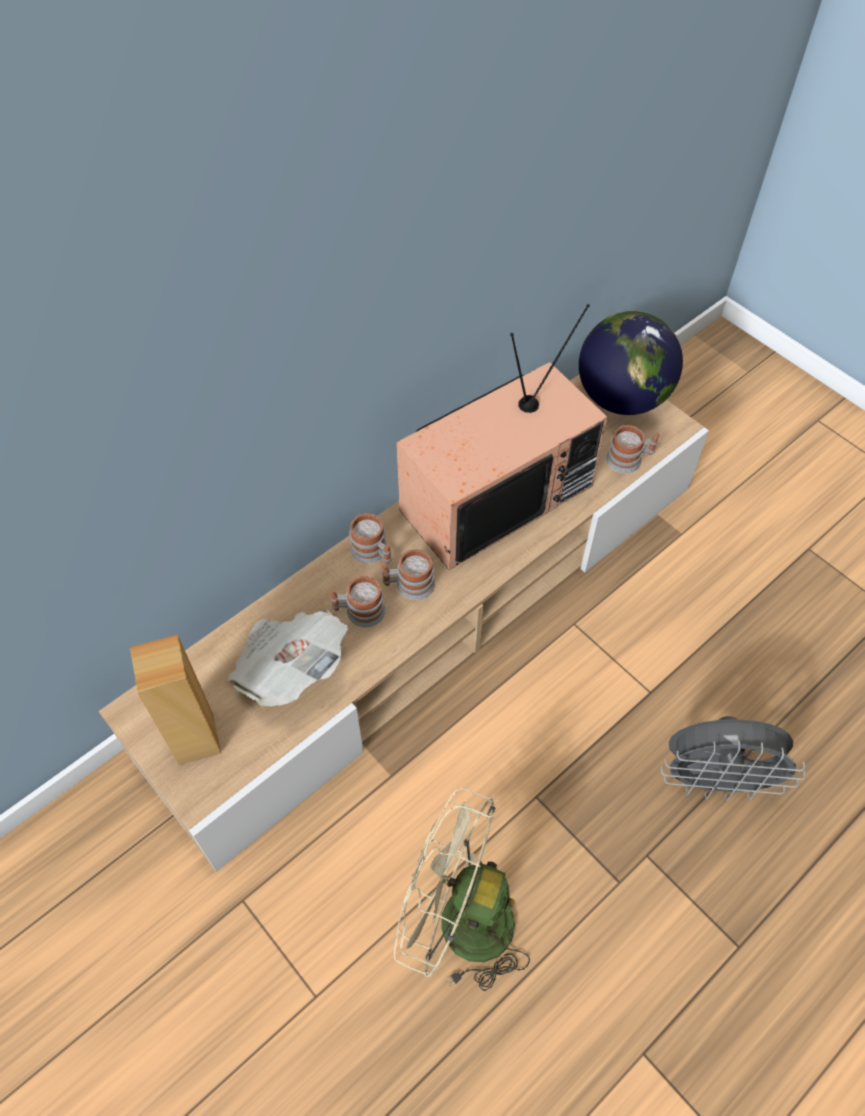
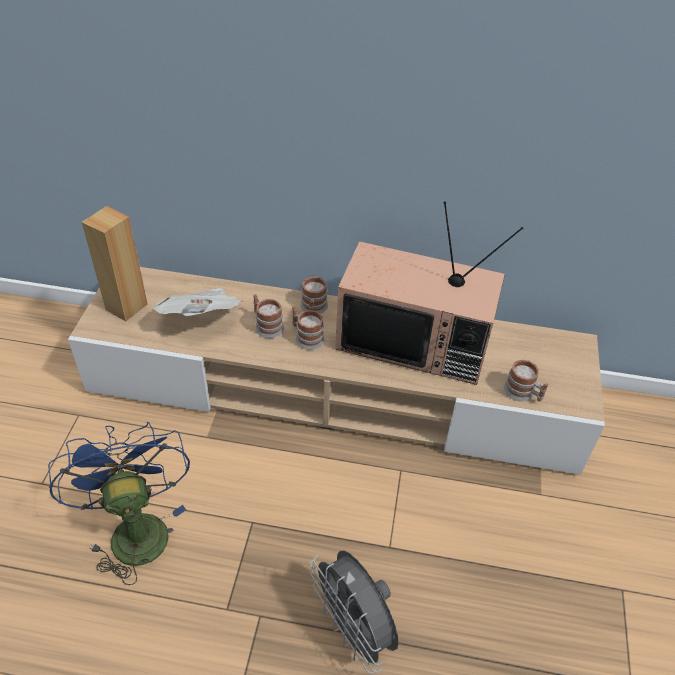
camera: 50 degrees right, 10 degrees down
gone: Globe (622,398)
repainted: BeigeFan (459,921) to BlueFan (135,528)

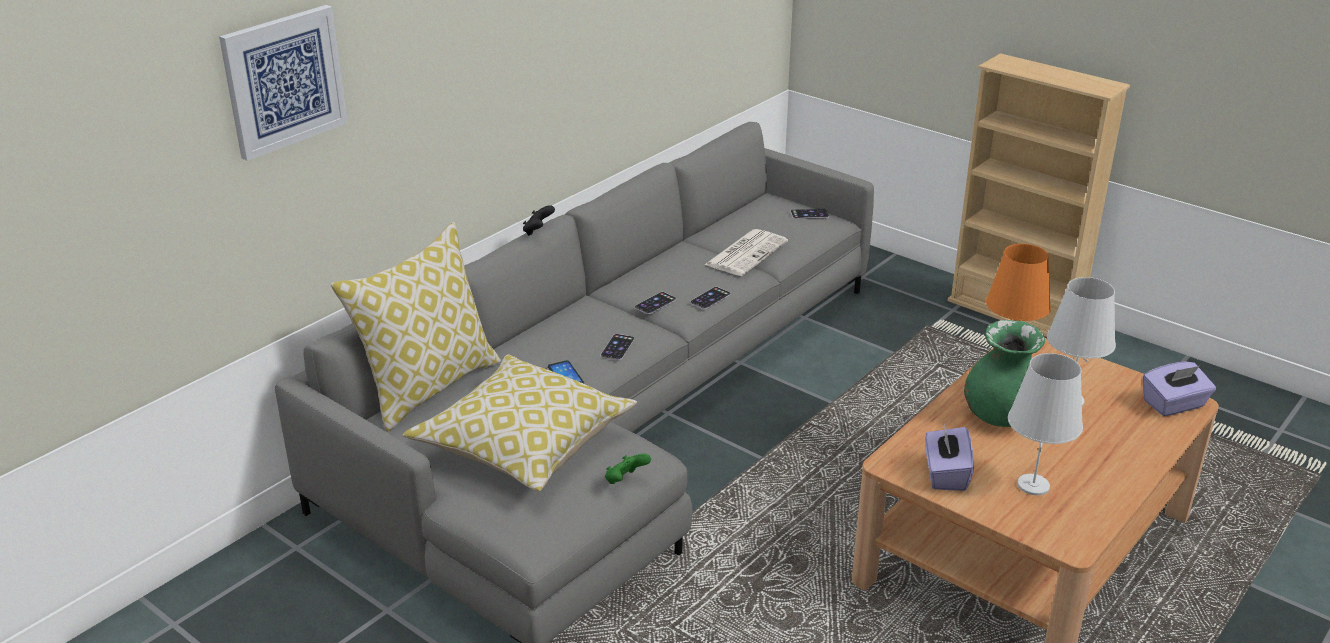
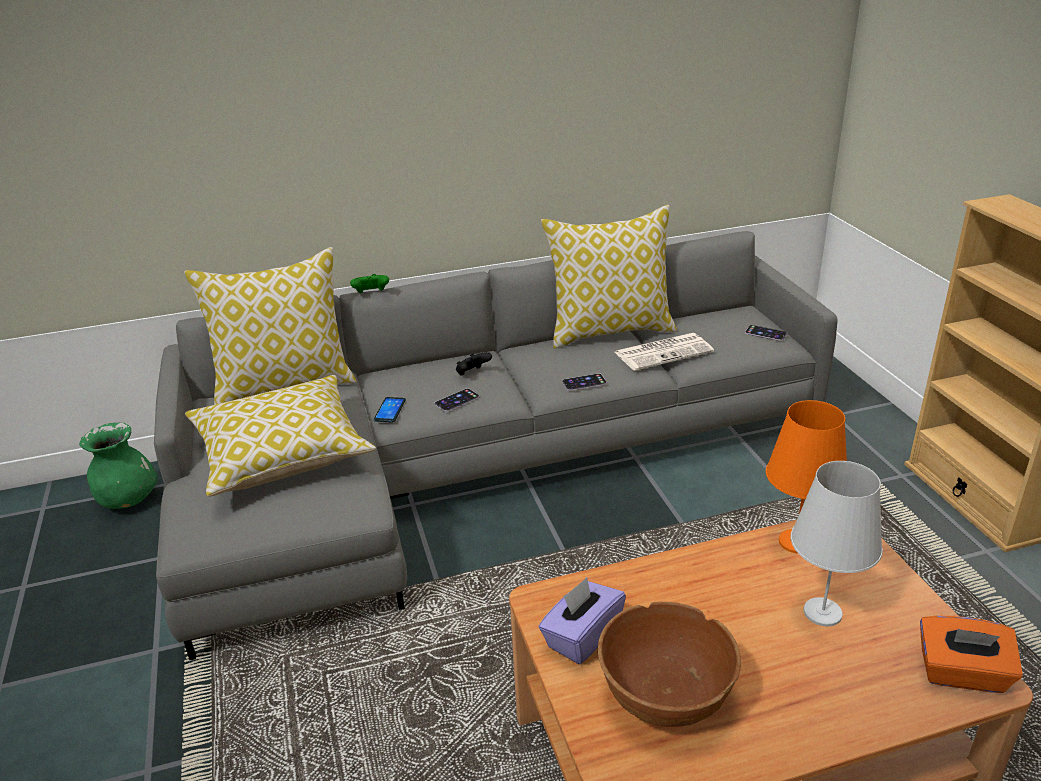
camera: 35 degrees right, 0 degrees up
gone: Picture (284,81); Phone (655,303)
new: Pillow (610,330)
shifted: BlackGameController (538,231) to (472,373); GreenGameController (625,480) to (371,294); GreenVase (1000,417) to (128,500)
swapped: WhiteTableLamp (1033,485) to BrownBowl (665,695)
repainted: PurpleTissueBox (1174,405) to OrangeTissueBox (962,674)

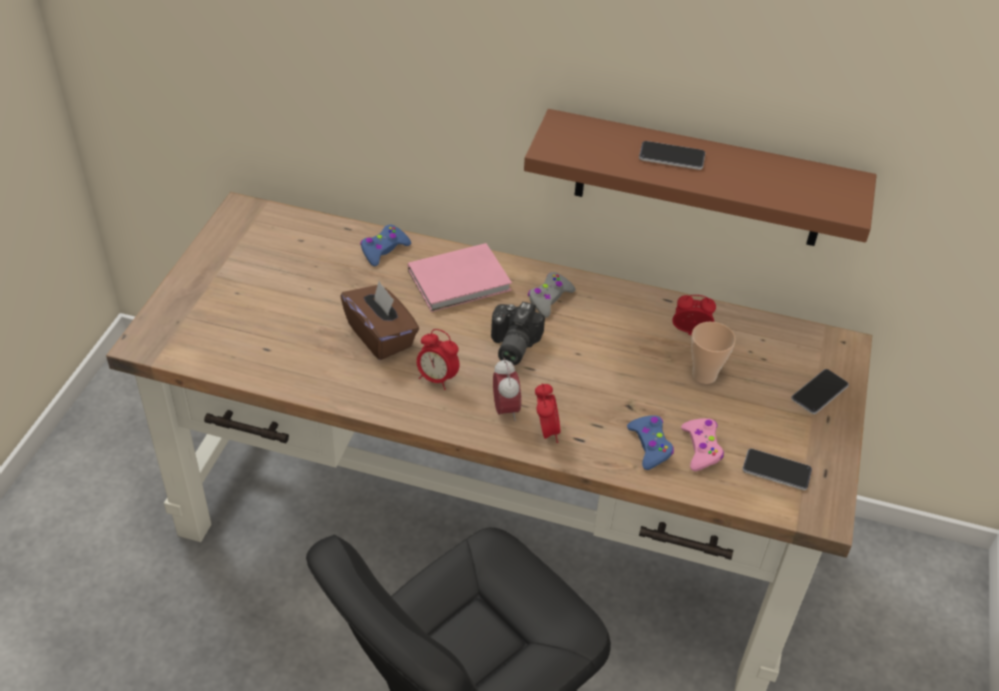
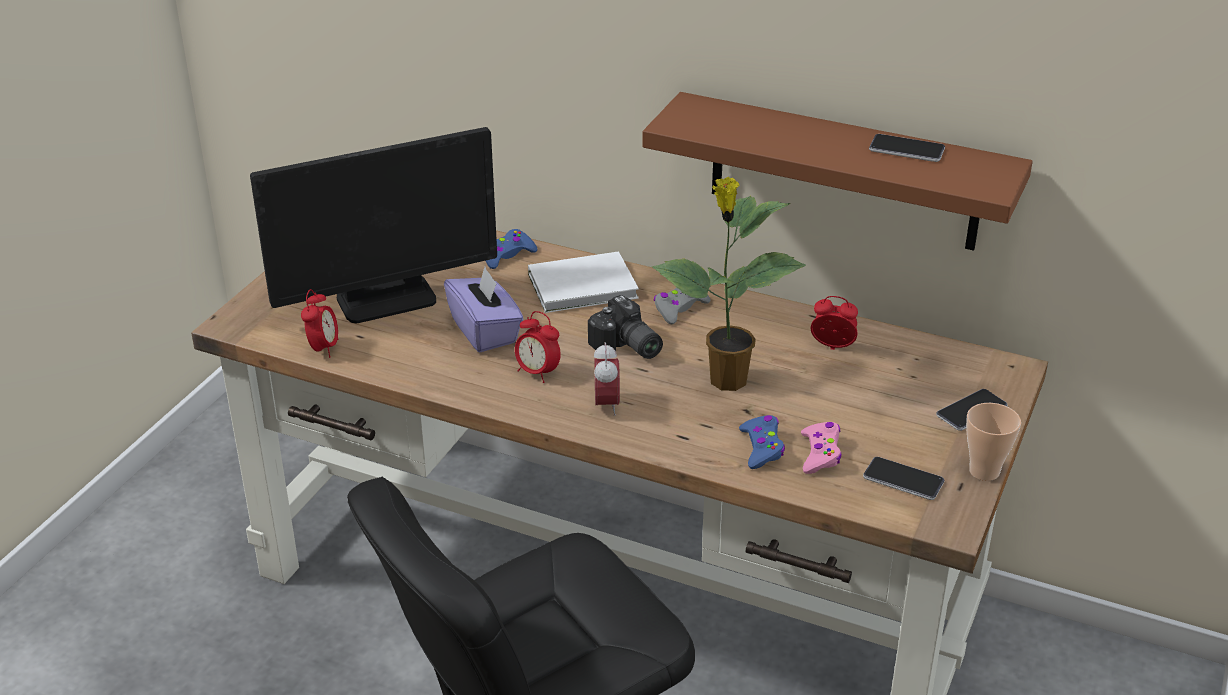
camera: 10 degrees right, 10 degrees down
new: Monitor (386,299); PottedPlant (726,381)
shifted: AlarmClock (546,431) to (323,348); Phone (671,156) to (906,149); Cup (704,375) to (984,471)
repainted: BrownTissueBox (381,336) to PurpleTissueBox (485,331); PinkBook (462,281) to WhiteBook (586,287)
rotated: PhotoCamera (511,345) = (626,348) 60 degrees counterclockwise

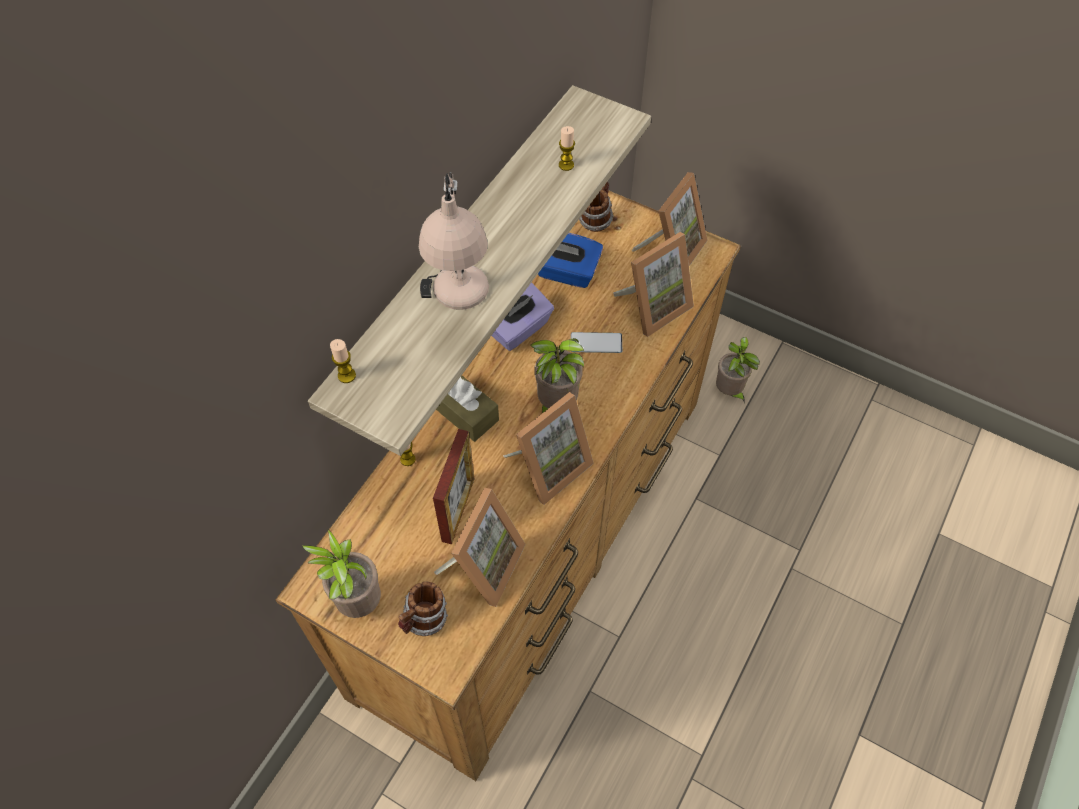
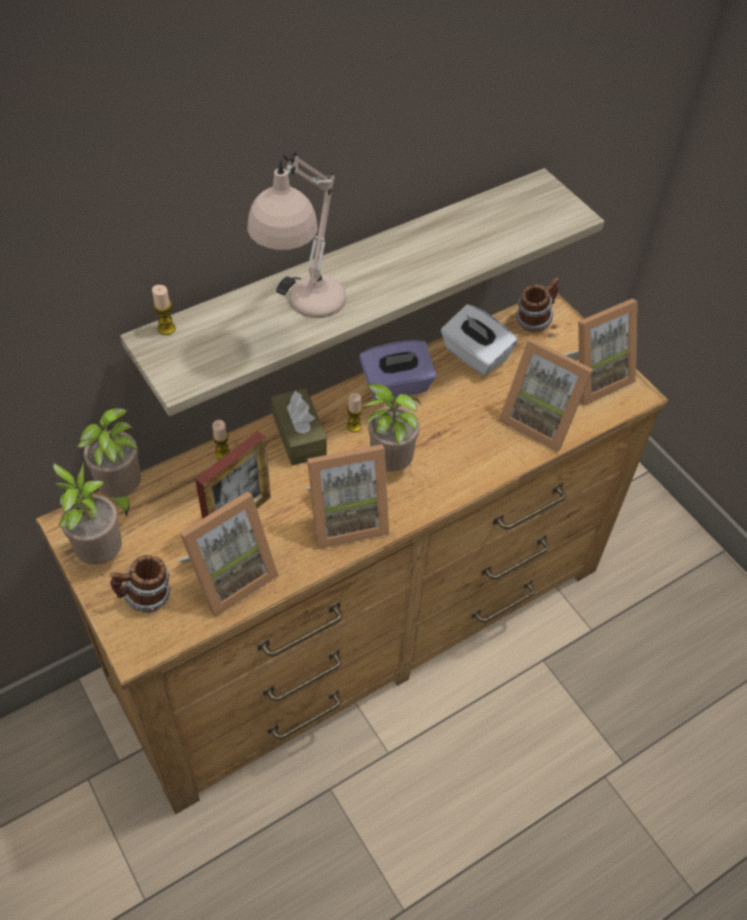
camera: 25 degrees right, 5 degrees down
gone: Phone (596,343)
shifted: Candle (566,165) to (354,426); PottedPlant (729,392) to (121,494)
repainted: BlueTissueBox (566,273) to WhiteTissueBox (474,355)
rotated: PictureFrame (653,306) = (540,419) 45 degrees clockwise

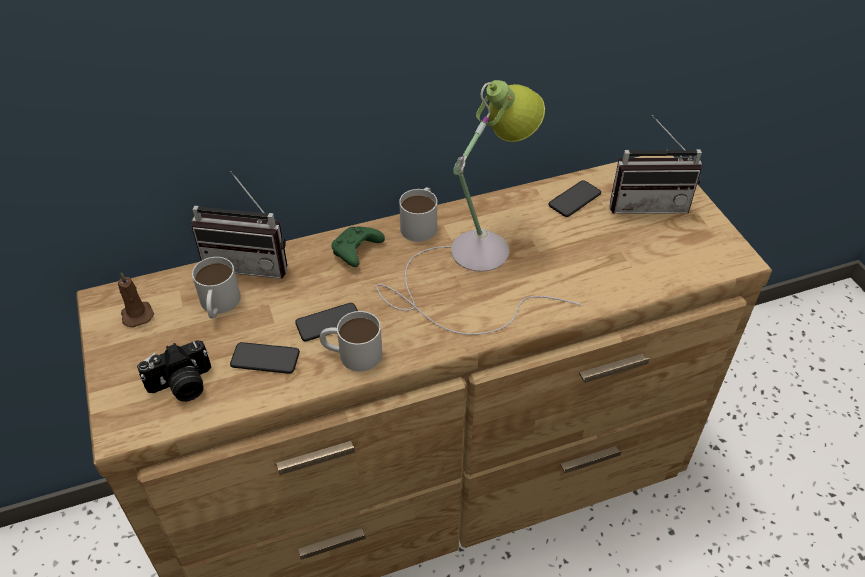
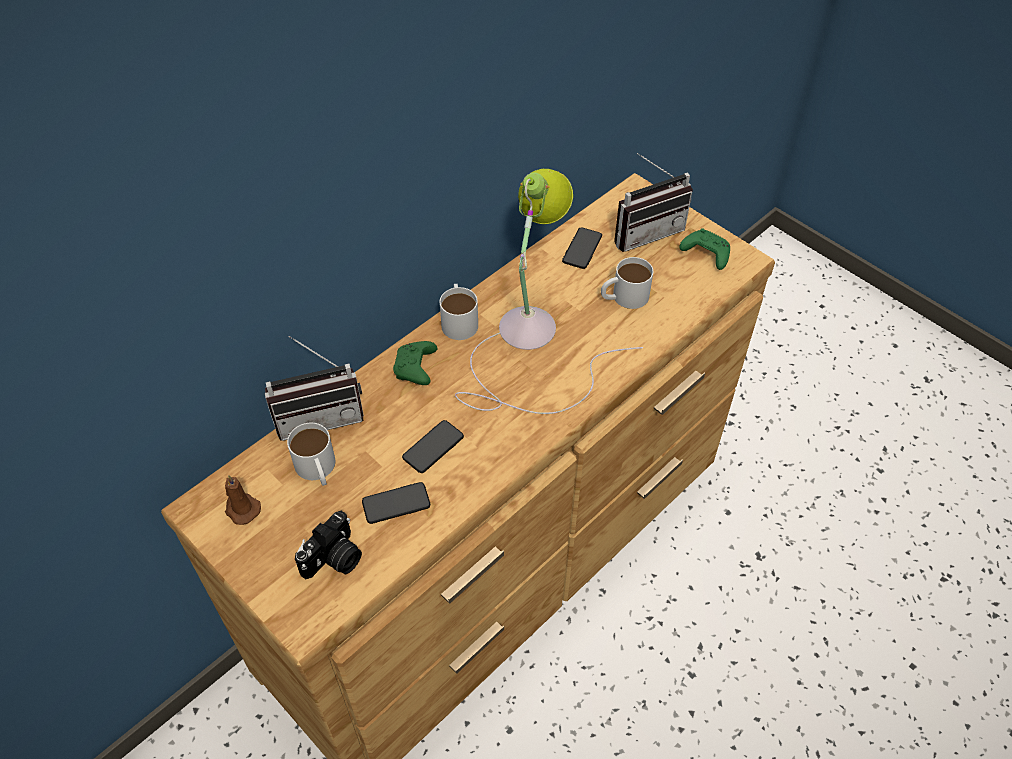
camera: 25 degrees left, 5 degrees up
new: GreenGameController (705,254)
shifted: WhiteMug (352,353) to (623,297)

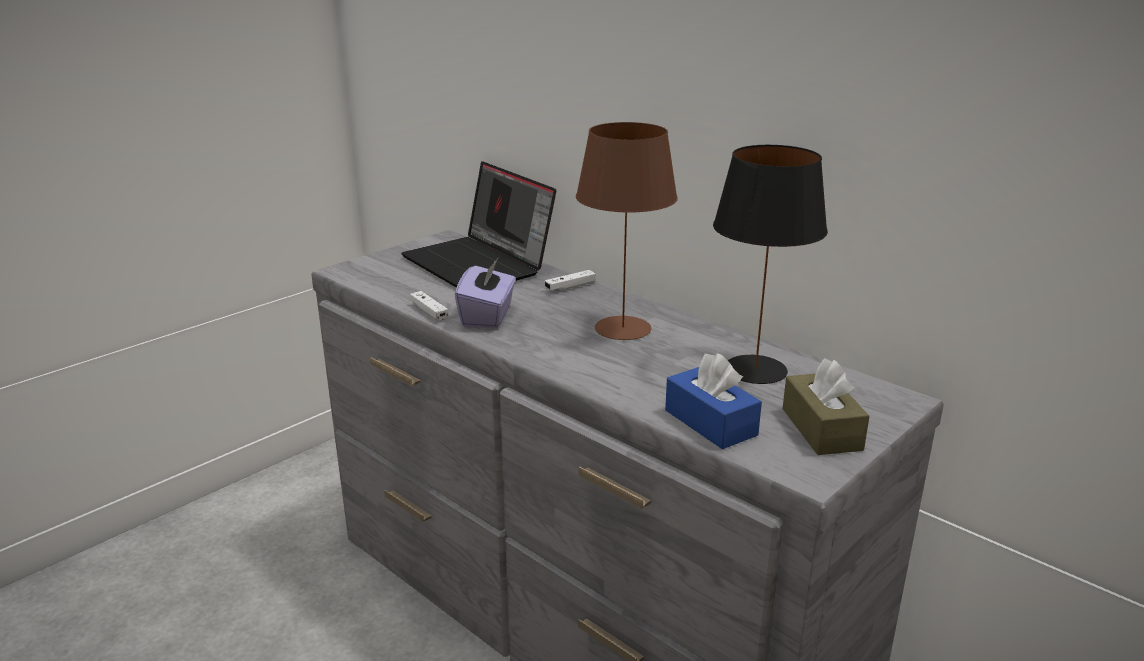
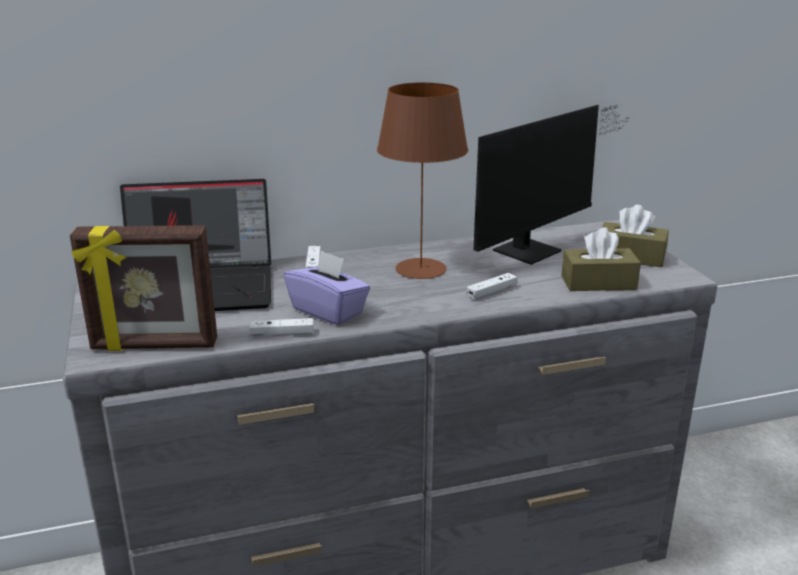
camera: 60 degrees left, 0 degrees up
new: PictureFrame (154,346); WhiteGameController (491,292)
swapped: BlackTableLamp (756,369) to Monitor (534,249)
repainted: BlueTissueBox (710,423) to BrownTissueBox (598,283)

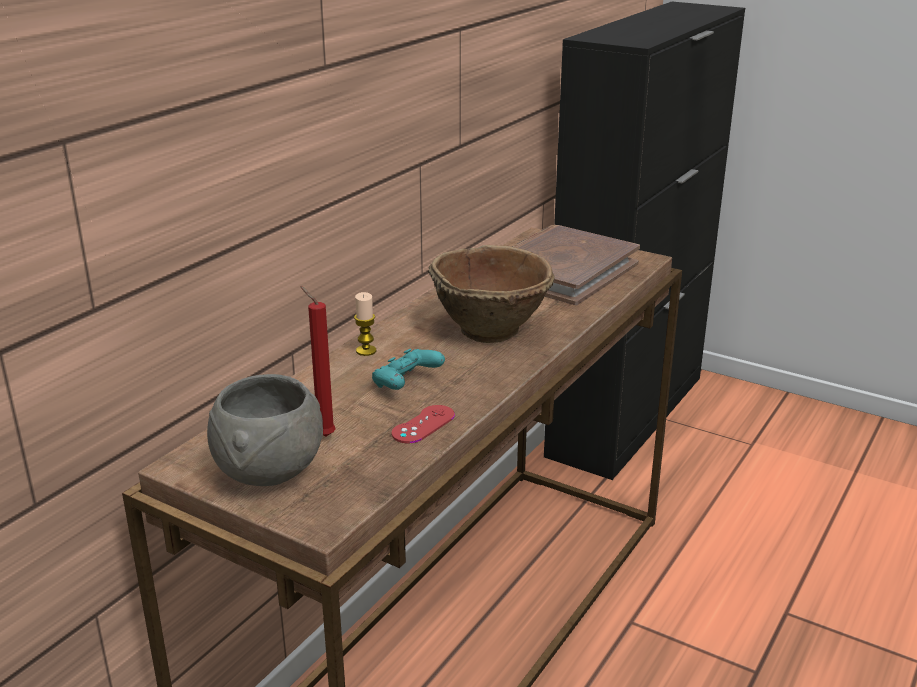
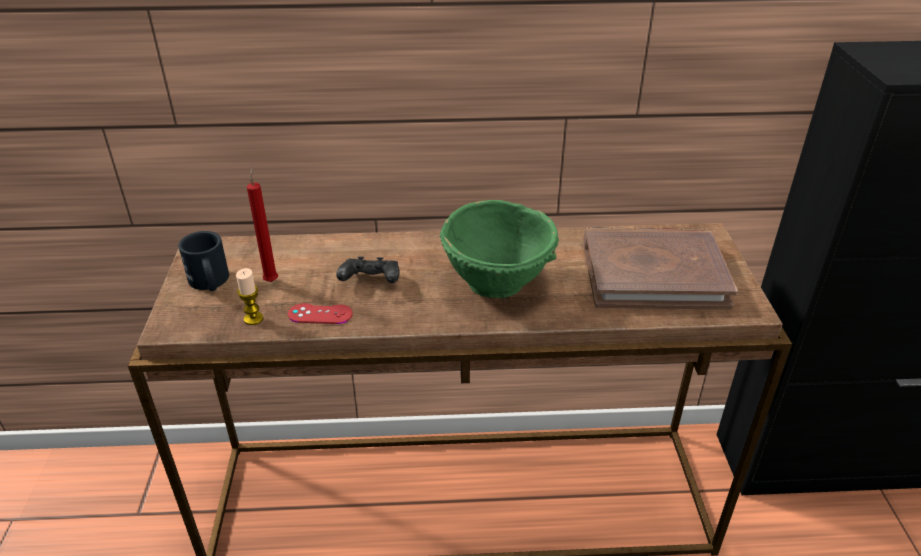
camera: 55 degrees right, 10 degrees up
shifted: Candle (366,351) to (253,319)
swapped: GreyBowl (271,474) to BlackMug (210,283)
repainted: TurquoiseGameController (406,384) to BlackGameController (370,282); BrownBowl (491,329) to GreenBowl (498,282)

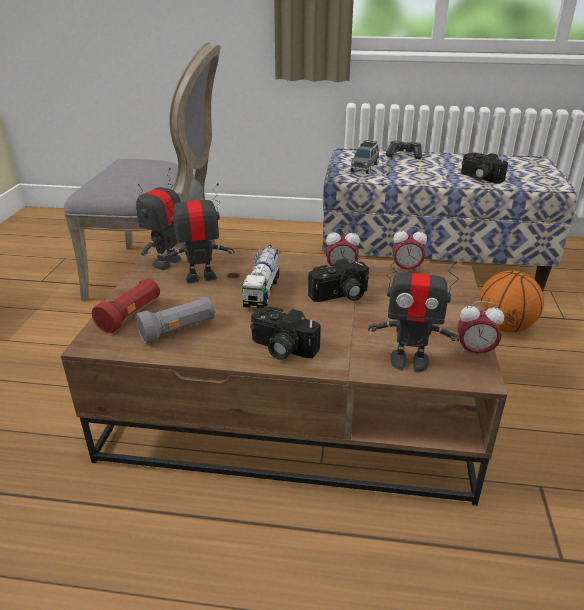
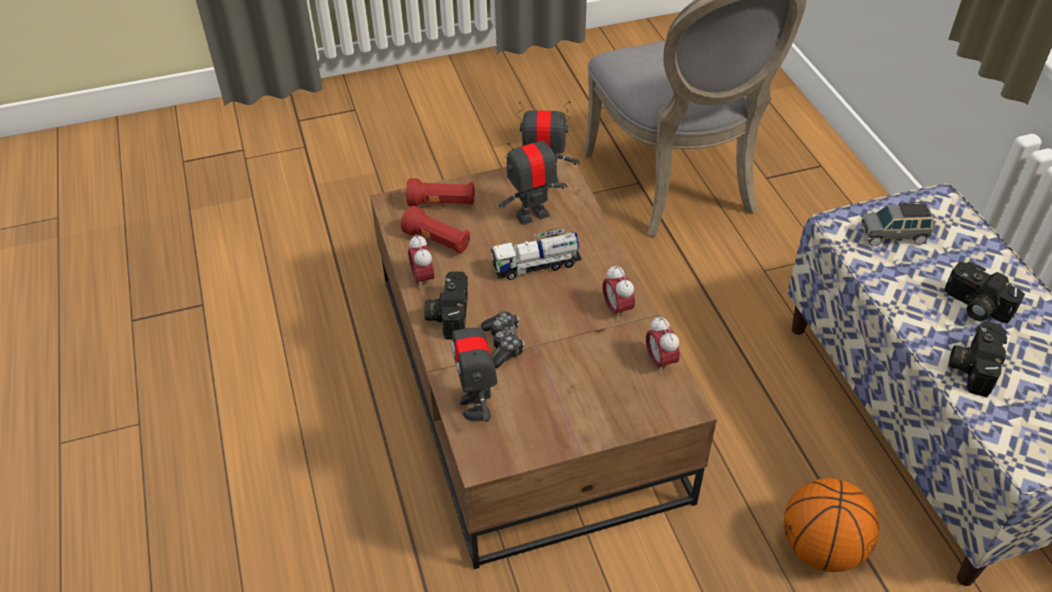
camera: 65 degrees right, 15 degrees up
shifted: PhotoCamera (340,296) to (974,306); GameController (404,155) to (503,344); AlarmClock (474,352) to (423,278)
repainted: GreyFlashlight (178,330) to RedFlashlight (437,241)
rotated: ToyRobot (201,277) = (532,215) 75 degrees counterclockwise

